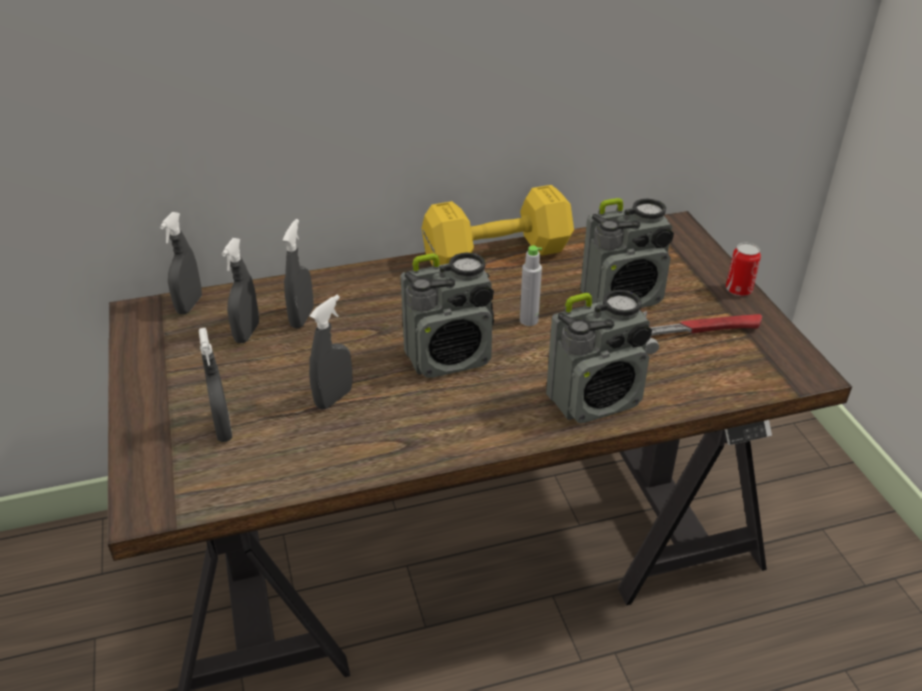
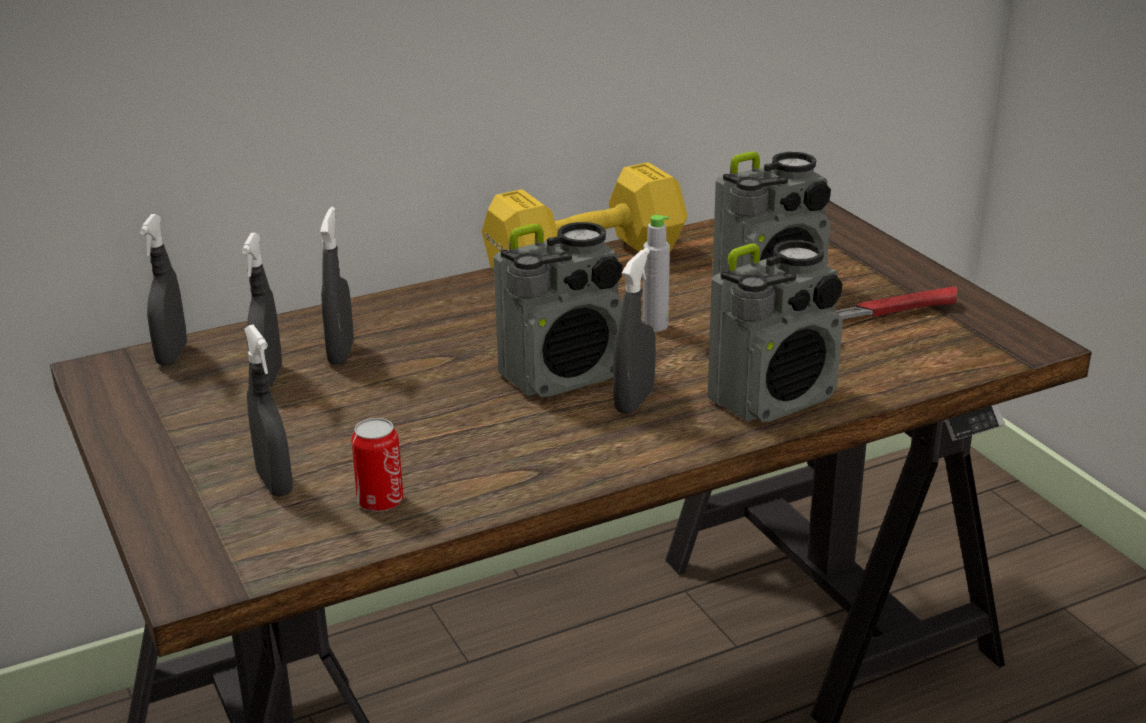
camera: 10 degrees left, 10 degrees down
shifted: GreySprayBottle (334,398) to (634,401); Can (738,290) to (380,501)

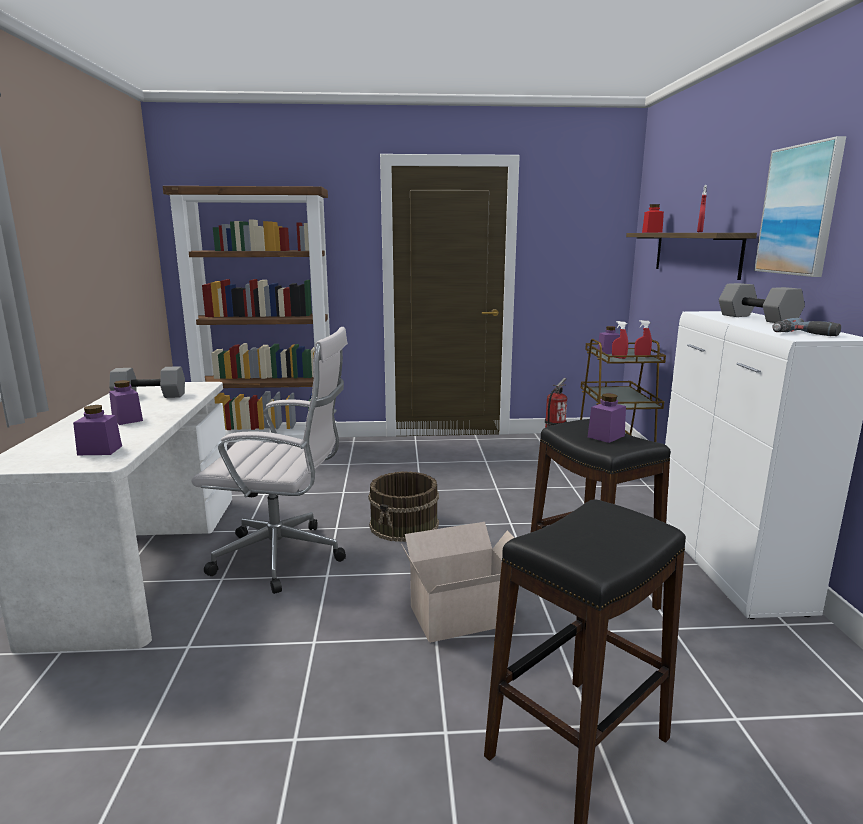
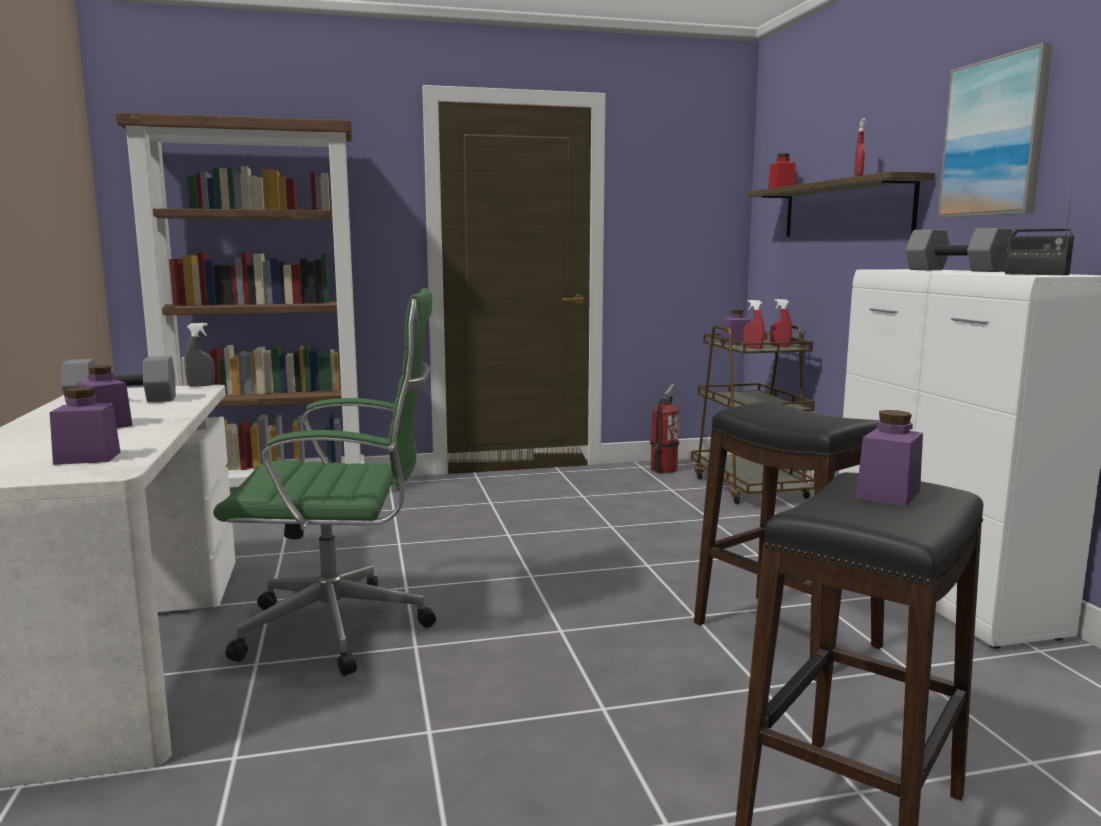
camera: 10 degrees left, 5 degrees down
gone: BrownBucket (405,525); CardboardBox (465,615)
new: GreySprayBottle (201,386)
shifted: PurpleJar (606,436) to (888,494)
swapped: PowerDrill (805,334) to Radio (1036,274)
repainted: WhiteOfficeChair (285,557) to GreenOfficeChair (343,629)

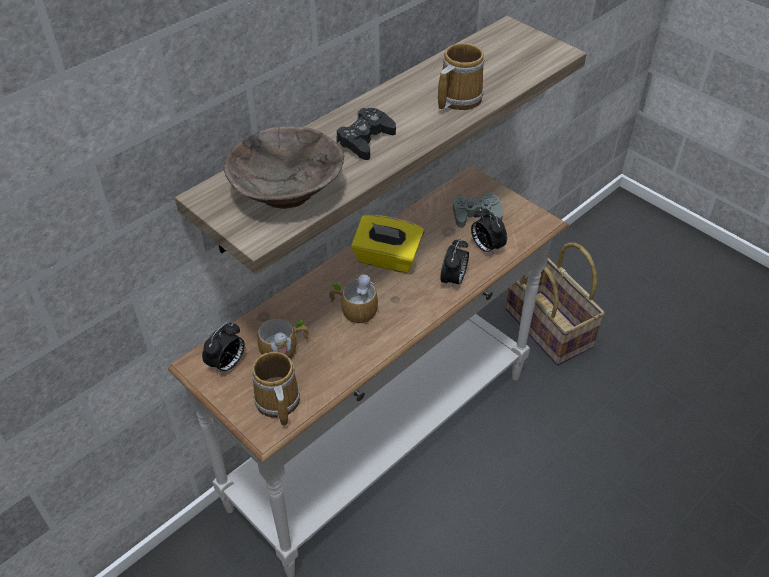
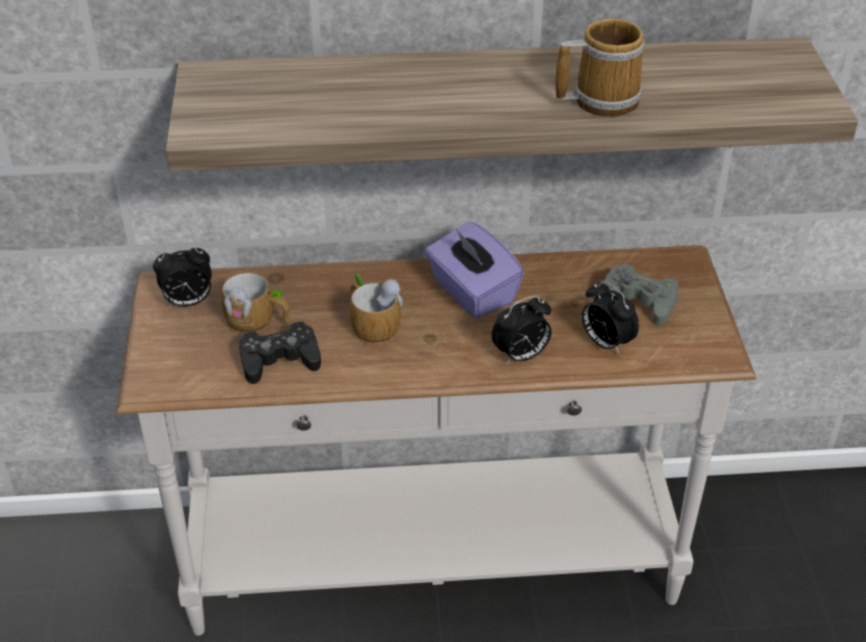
camera: 40 degrees right, 5 degrees down
gone: BrownBowl (288,192); Mug (276,403); Basket (550,328)
shifted: BlackGameController (365,140) to (280,360)
repainted: YellowTissueBox (387,259) to PurpleTissueBox (472,292)
rotated: AlarmClock (486,247) = (605,343) 45 degrees counterclockwise

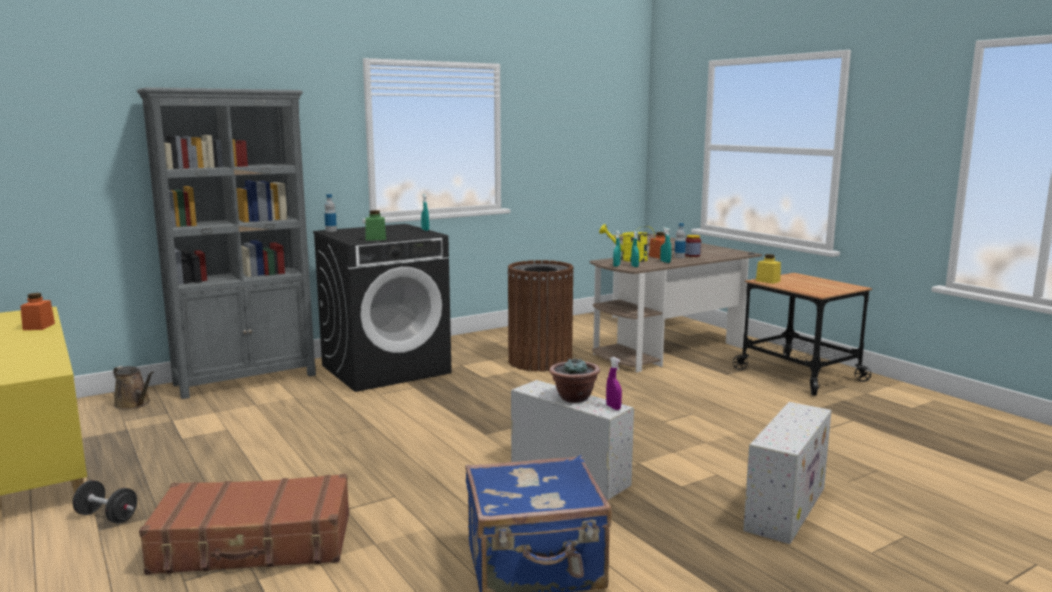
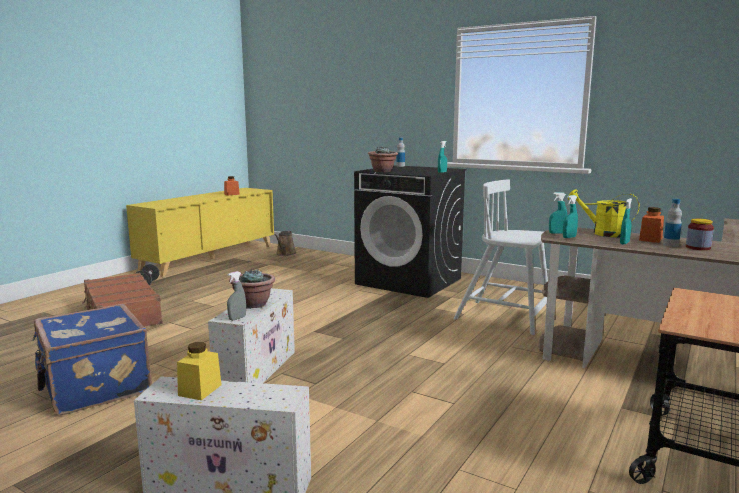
camera: 65 degrees right, 0 degrees up
gone: GreyBookcase (246,379)
shifted: YellowJar (768,281) to (200,390)
swapped: GreenJar (375,239) to PottedPlant (382,171); BrownTrashCan (540,361) to WhiteChair (505,317)
repainted: PurpleSprayBottle (613,407) to GreySprayBottle (237,318)
rotated: YellowWateringCan (629,259) = (603,233) 45 degrees counterclockwise

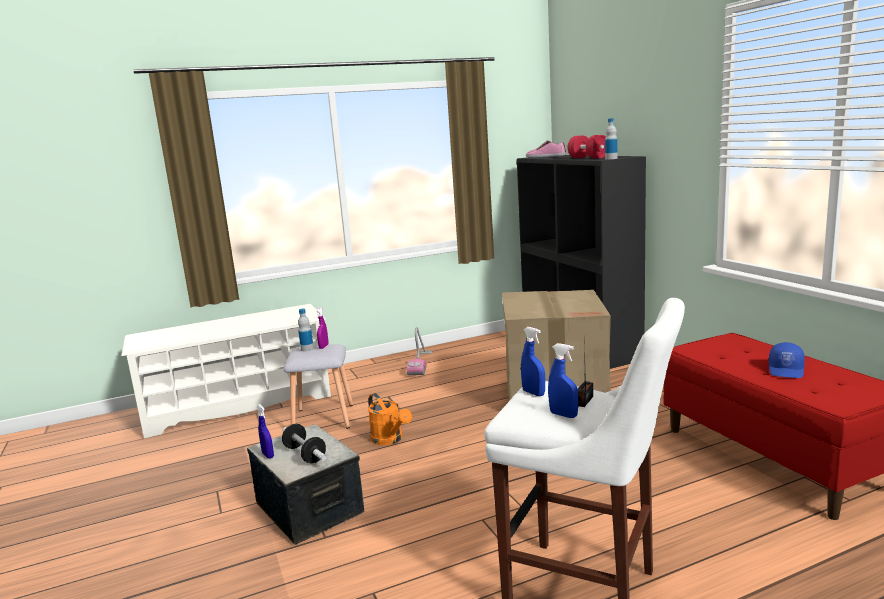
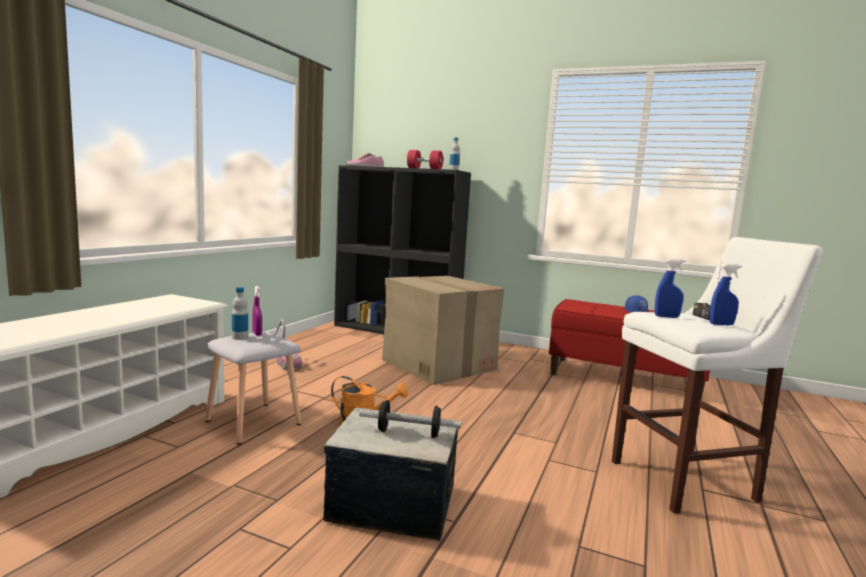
camera: 45 degrees left, 5 degrees down
gone: BlueSprayBottle (268,455)

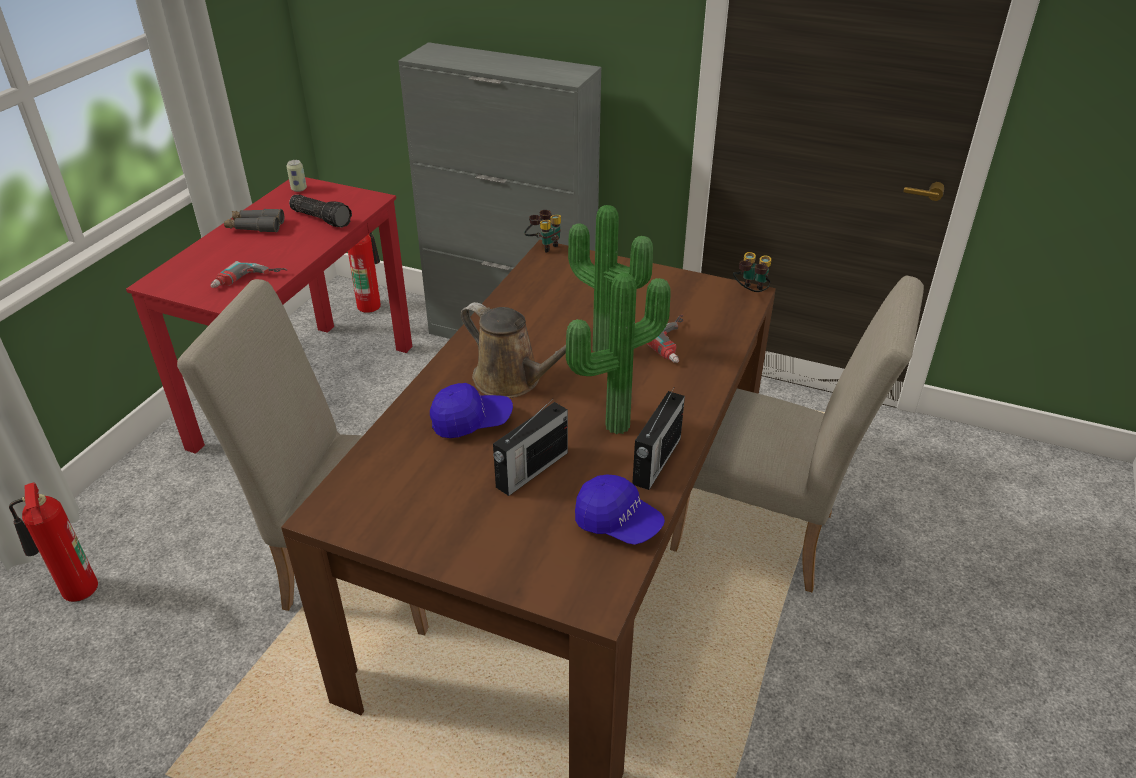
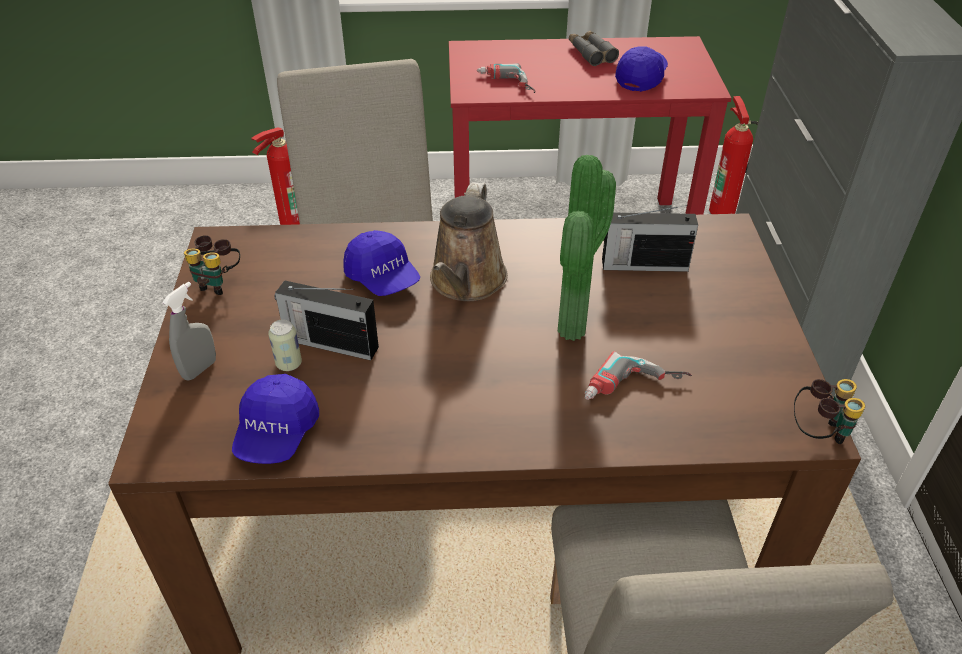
camera: 65 degrees right, 5 degrees up
gone: PottedPlant (614,423)
new: GreySprayBottle (200,369)
shifted: Can (299,189) to (289,363); Binoculars (544,245) to (218,283); Radio (656,462) to (642,264)
swapped: Flashlight (322,218) to BlueCap (641,77)

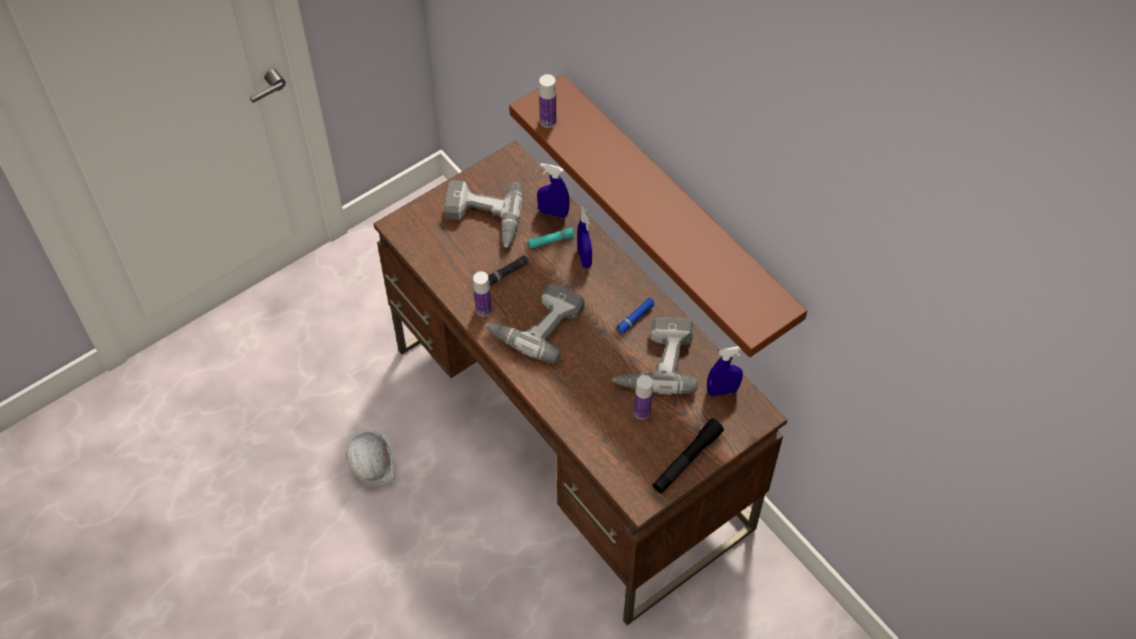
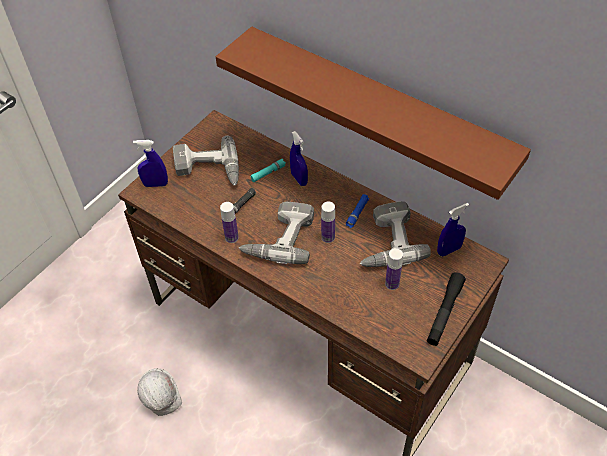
camera: 15 degrees left, 5 degrees down
shifted: BlueSprayBottle (553,212) to (155,184); Bottle (548,121) to (328,237)

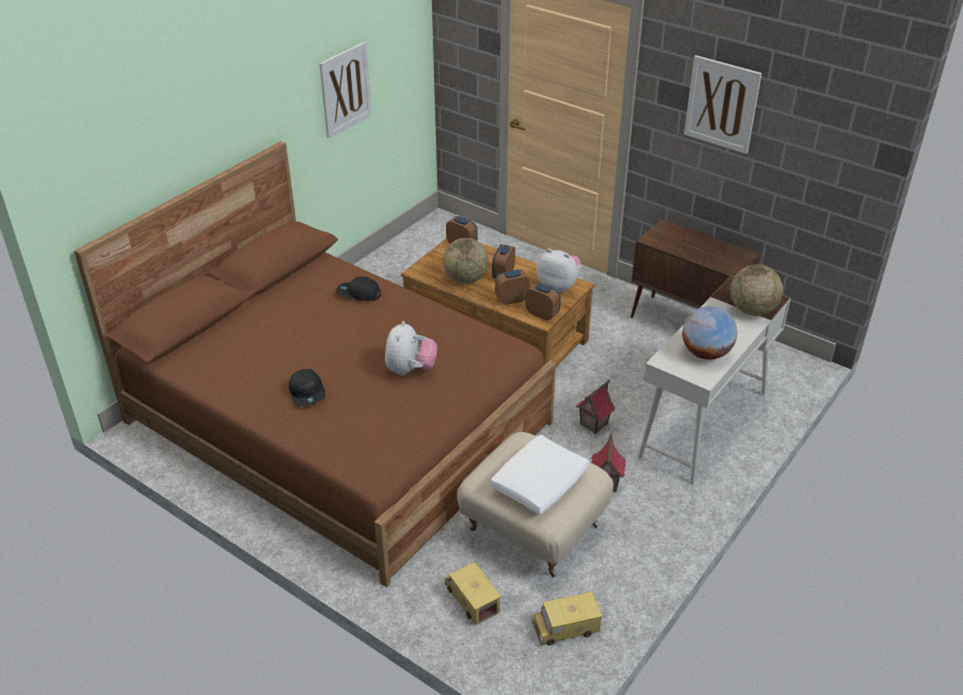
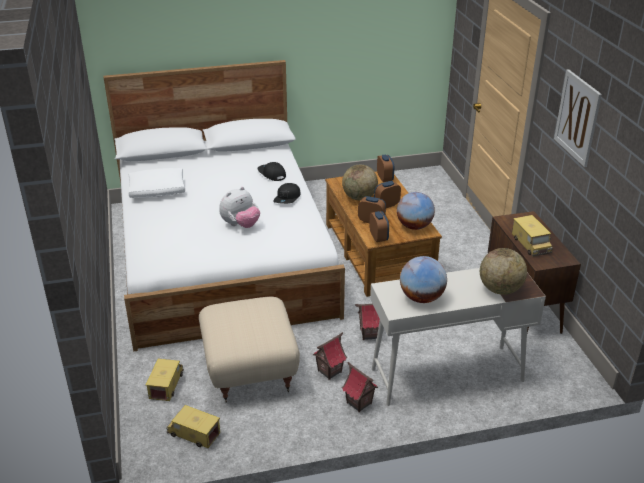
camera: 40 degrees right, 5 degrees down
gone: Picture (345,89)
new: ToyHouse (359,403); ToyTruck (531,244)
shifted: BlackCap (307,393) to (287,198); WhitePillow (540,482) to (158,190)
swapped: PlushToy (558,286) to Globe (414,226)
repainted: BrownBed (337,421) to WhiteBed (223,254)

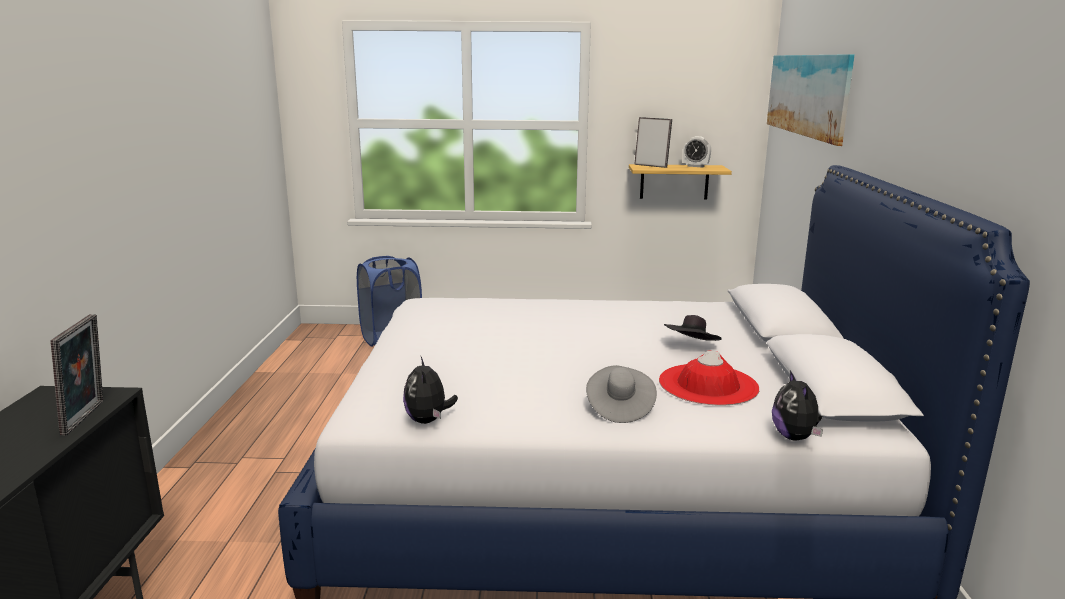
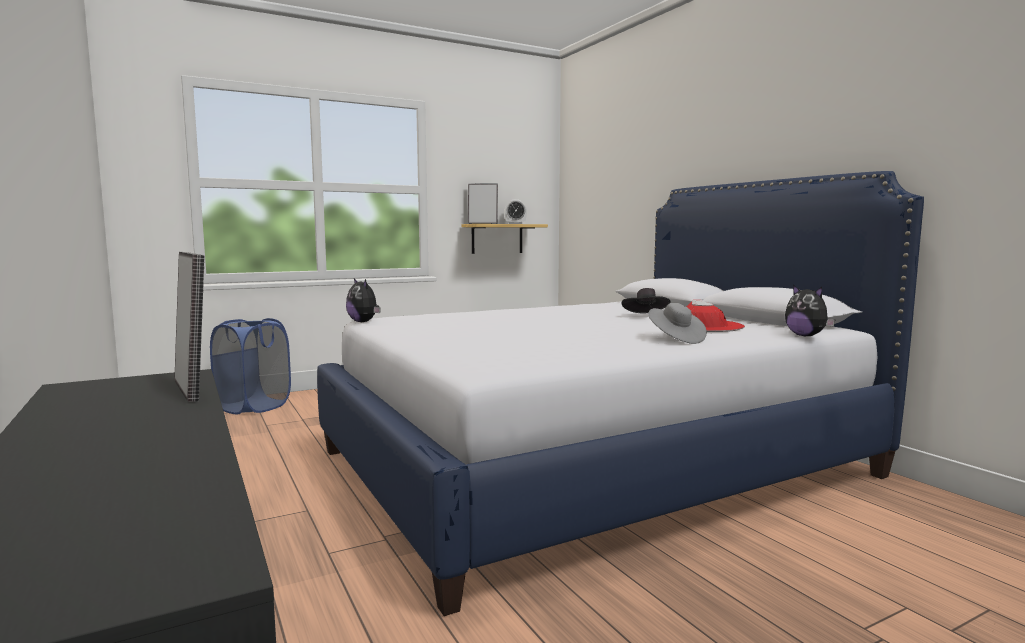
camera: 30 degrees left, 10 degrees down
gone: Picture (809,95)
shifted: PlushToy (428,420) to (364,322)

